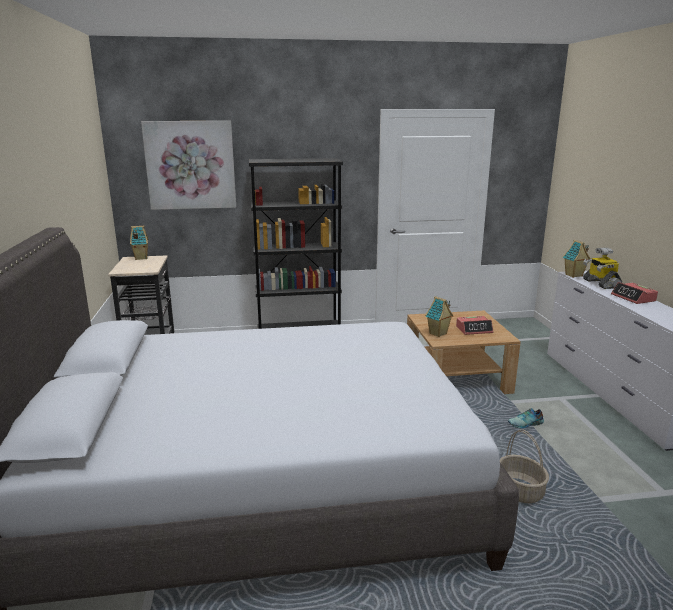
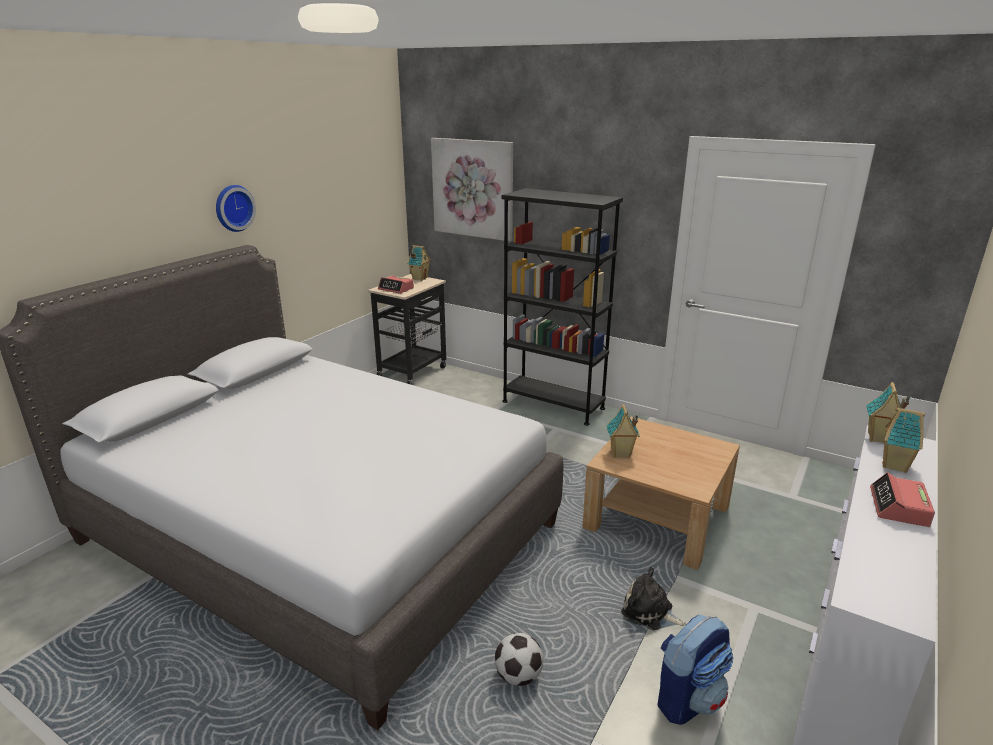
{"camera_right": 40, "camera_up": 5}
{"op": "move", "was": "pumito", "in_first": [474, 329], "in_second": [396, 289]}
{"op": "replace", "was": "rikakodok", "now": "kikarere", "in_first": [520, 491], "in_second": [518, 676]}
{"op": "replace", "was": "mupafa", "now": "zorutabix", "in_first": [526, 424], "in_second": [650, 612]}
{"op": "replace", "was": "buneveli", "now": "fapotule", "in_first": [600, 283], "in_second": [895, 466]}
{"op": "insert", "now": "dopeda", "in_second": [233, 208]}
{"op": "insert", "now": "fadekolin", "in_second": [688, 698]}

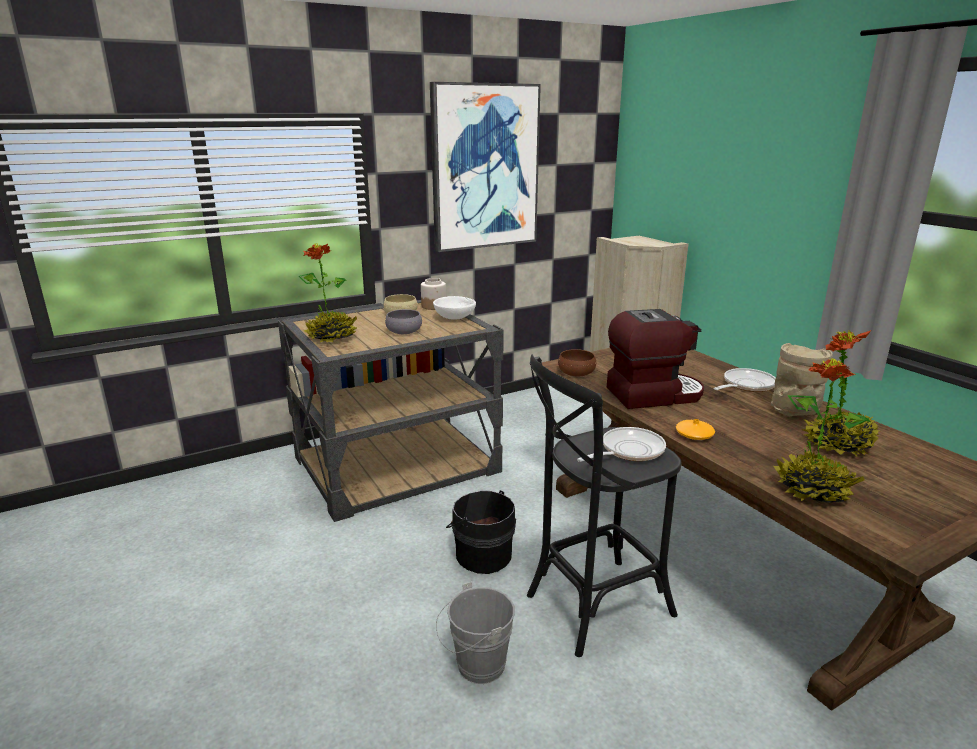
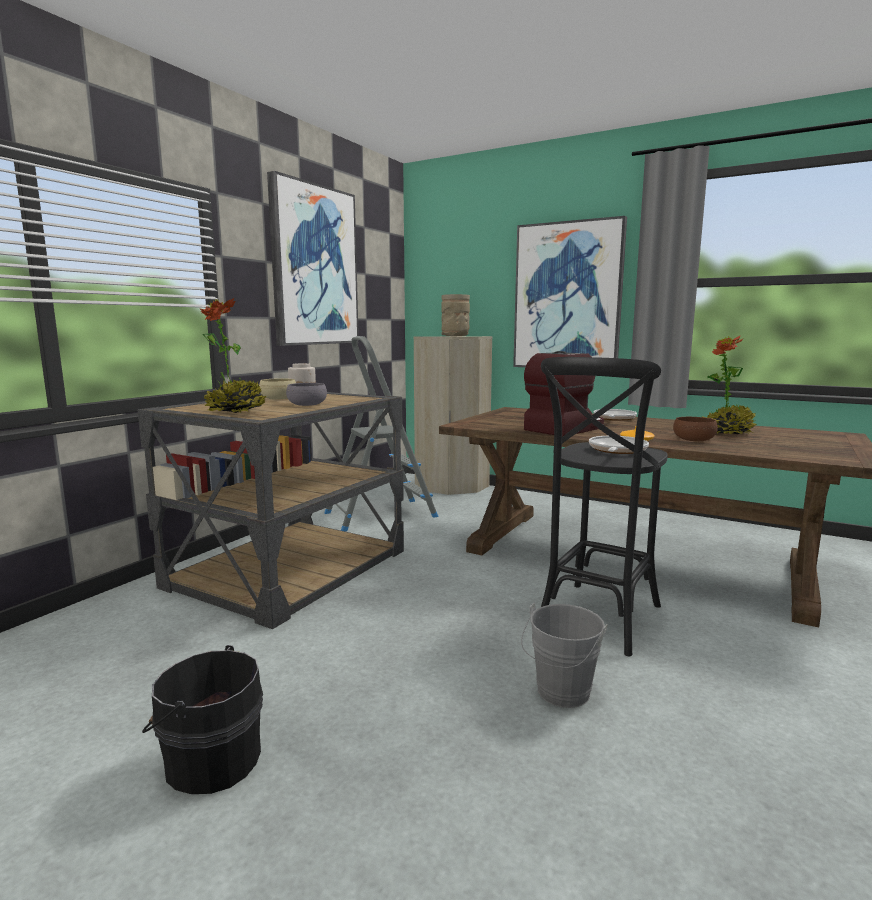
{"camera_right": -30, "camera_up": -10}
{"op": "delete", "was": "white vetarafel", "in_first": [455, 317]}
{"op": "move", "was": "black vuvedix", "in_first": [482, 554], "in_second": [210, 759]}
{"op": "move", "was": "brown vetarafel", "in_first": [576, 372], "in_second": [693, 439]}
{"op": "move", "was": "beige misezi", "in_first": [794, 411], "in_second": [455, 336]}
{"op": "delete", "was": "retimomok", "in_first": [813, 490]}
{"op": "insert", "now": "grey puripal", "in_second": [382, 514]}
{"op": "insert", "now": "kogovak", "in_second": [568, 296]}

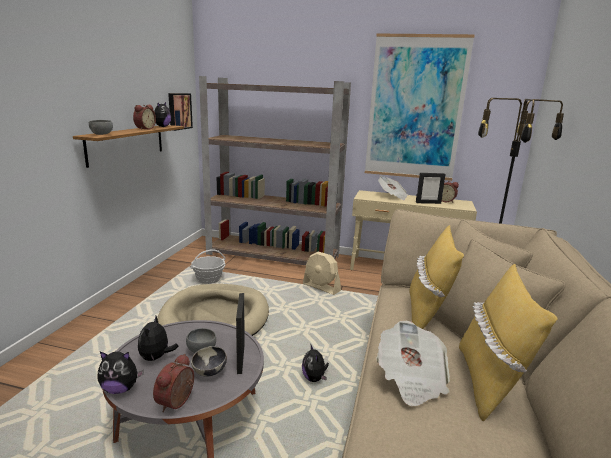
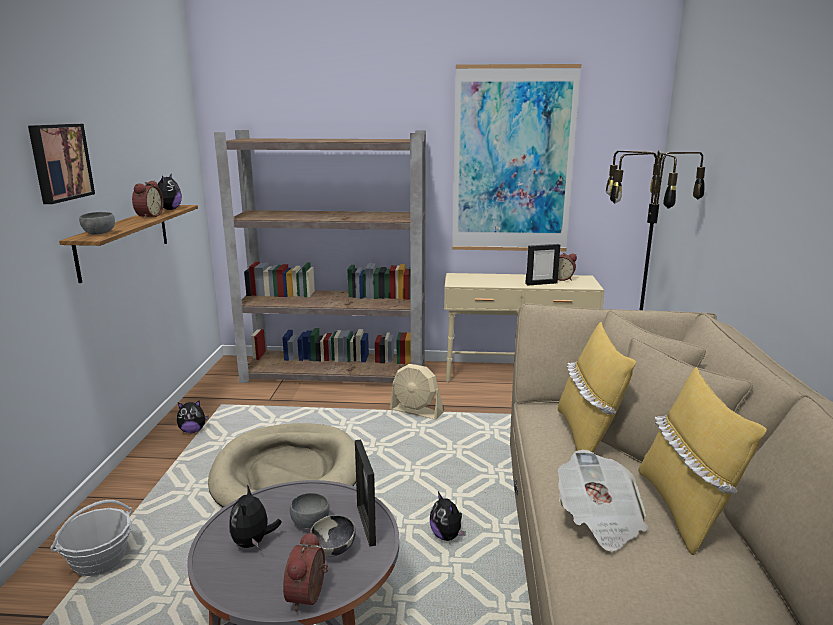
{"camera_right": -10, "camera_up": 0}
{"op": "move", "was": "zorutabix", "in_first": [120, 389], "in_second": [193, 430]}
{"op": "move", "was": "kogovak", "in_first": [179, 111], "in_second": [59, 162]}
{"op": "move", "was": "rikakodok", "in_first": [209, 279], "in_second": [99, 561]}
{"op": "delete", "was": "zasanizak", "in_first": [392, 196]}

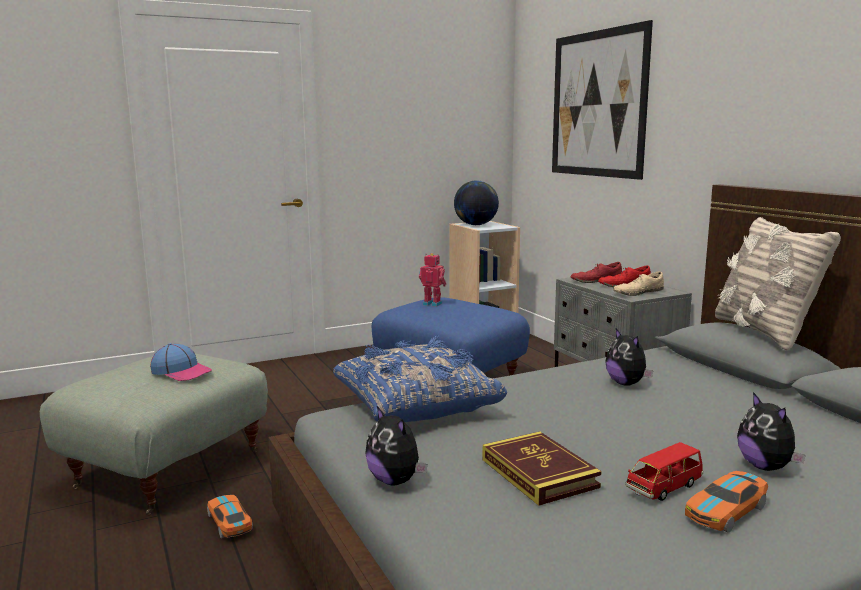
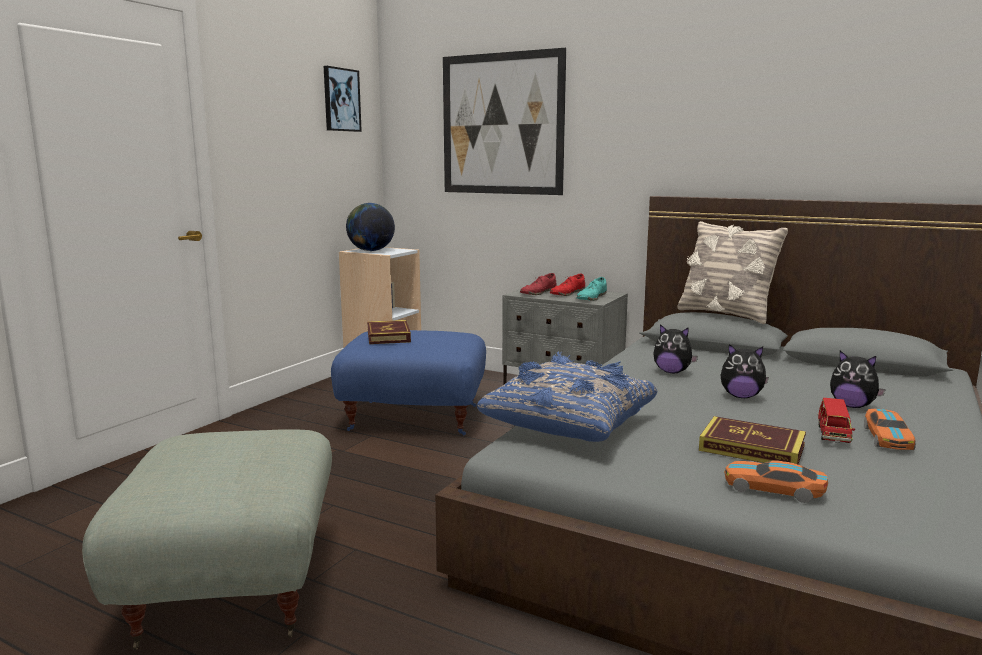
{"camera_right": -35, "camera_up": 0}
{"op": "delete", "was": "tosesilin", "in_first": [181, 372]}
{"op": "move", "was": "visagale", "in_first": [230, 522], "in_second": [773, 489]}
{"op": "move", "was": "zorutabix", "in_first": [395, 481], "in_second": [741, 396]}
{"op": "replace", "was": "buneveli", "now": "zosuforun", "in_first": [432, 304], "in_second": [388, 336]}
{"op": "recolor", "was": "beige mupafa", "now": "turquoise mupafa", "in_first": [638, 292], "in_second": [591, 297]}
{"op": "insert", "now": "kogovak", "in_second": [341, 100]}

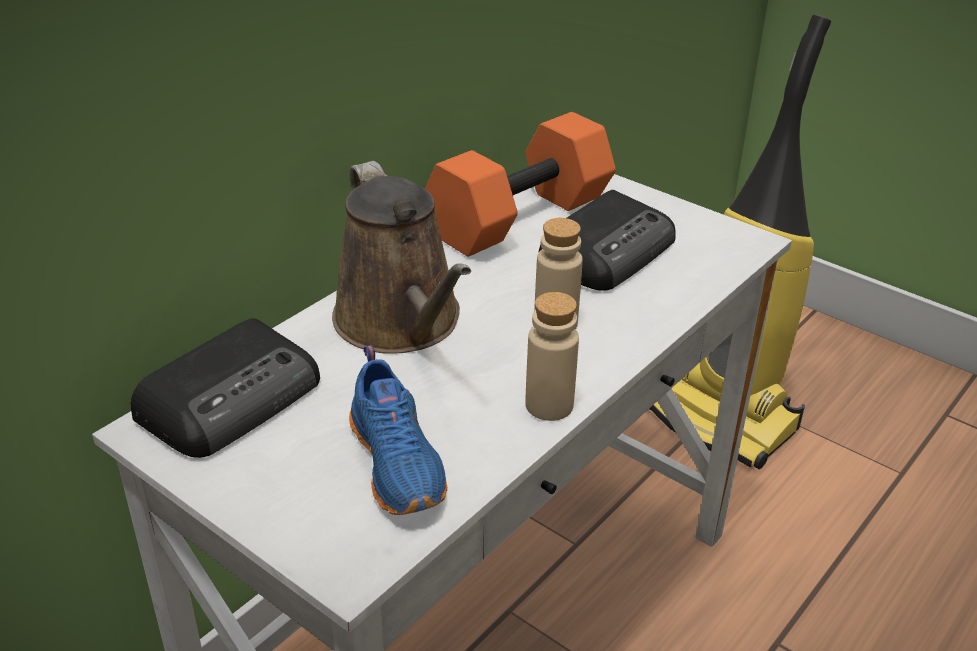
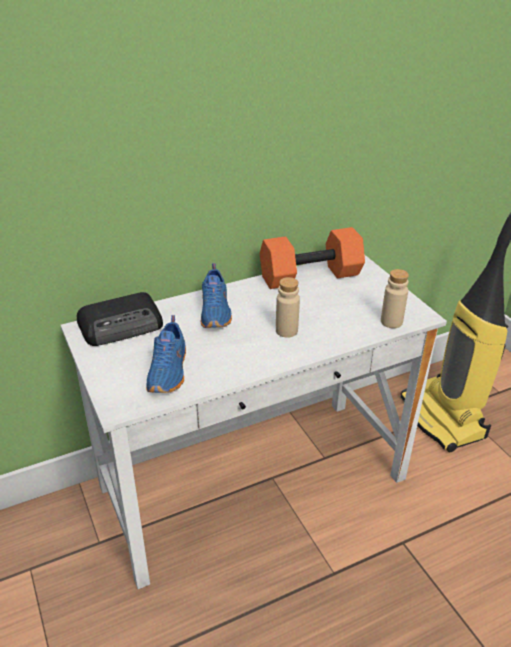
{"camera_right": 25, "camera_up": 0}
{"op": "replace", "was": "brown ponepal", "now": "blue mupafa", "in_first": [402, 323], "in_second": [216, 312]}
{"op": "move", "was": "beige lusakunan", "in_first": [549, 405], "in_second": [391, 322]}
{"op": "delete", "was": "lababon", "in_first": [608, 251]}

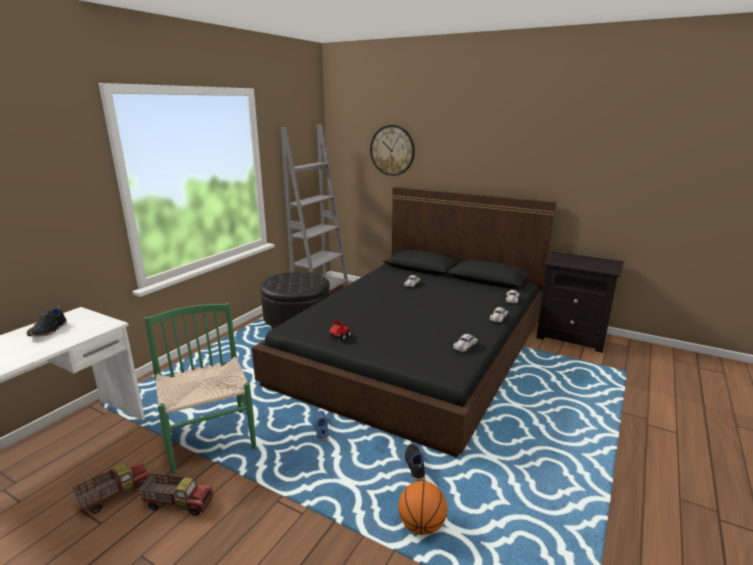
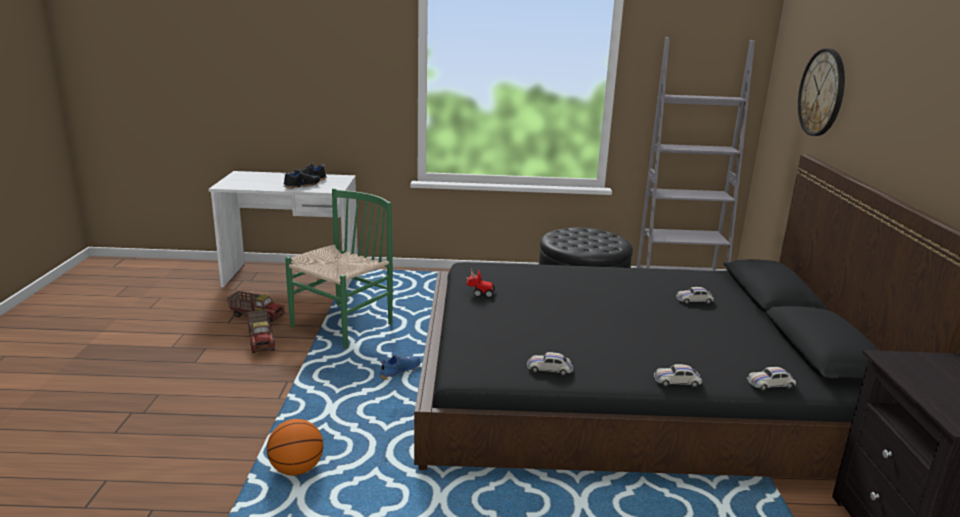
{"camera_right": 60, "camera_up": 0}
{"op": "move", "was": "black mupafa", "in_first": [414, 466], "in_second": [301, 186]}

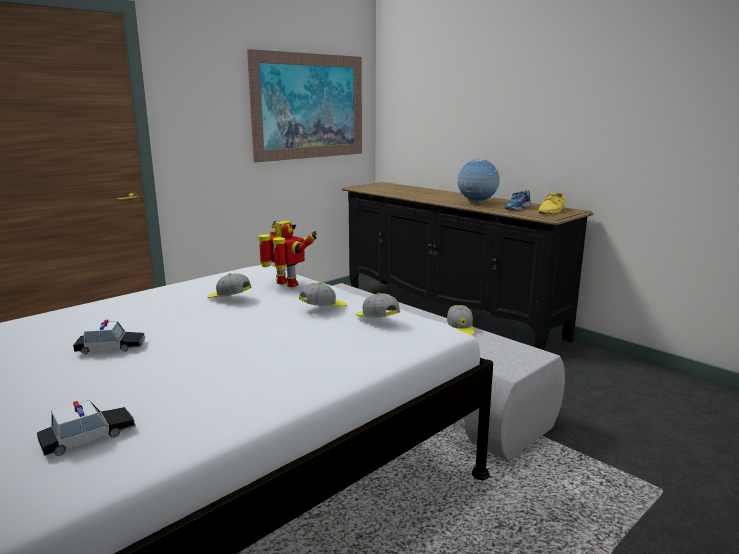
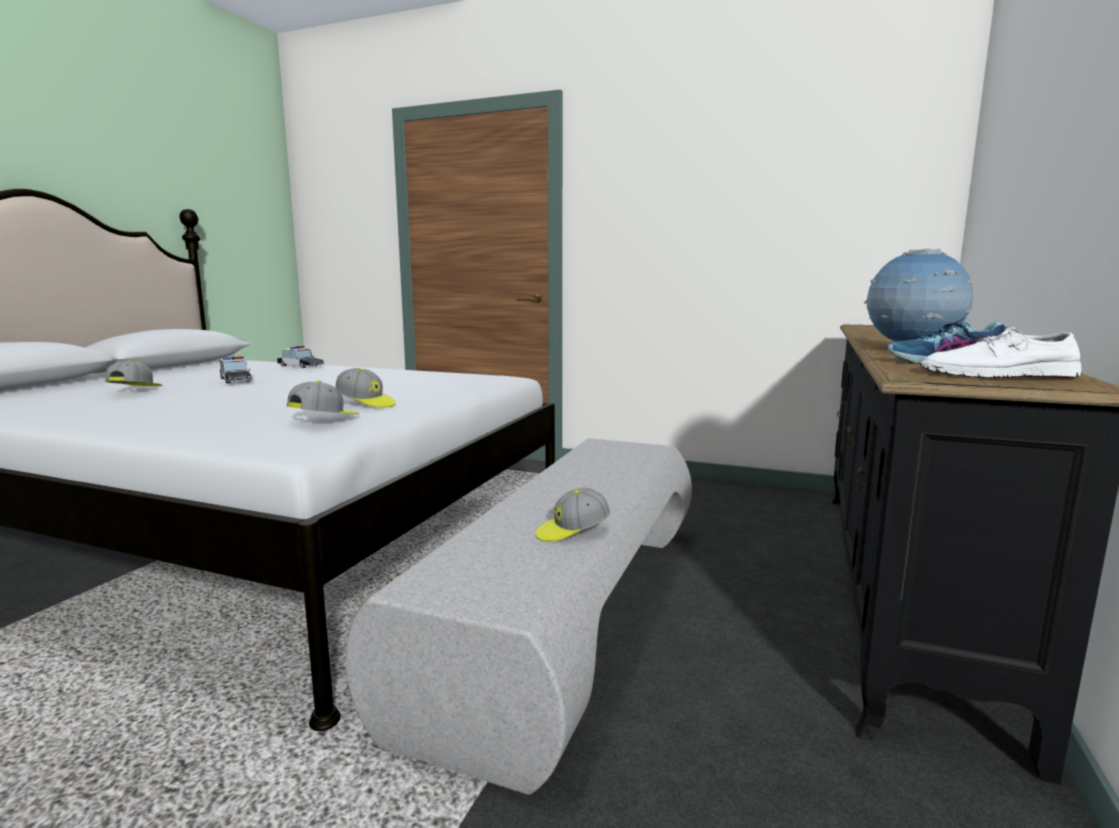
{"camera_right": 65, "camera_up": -5}
{"op": "move", "was": "visagale", "in_first": [89, 437], "in_second": [300, 366]}
{"op": "move", "was": "tosesilin", "in_first": [229, 298], "in_second": [136, 390]}
{"op": "delete", "was": "kogovak", "in_first": [309, 106]}
{"op": "delete", "was": "buneveli", "in_first": [286, 284]}
{"op": "recolor", "was": "yellow mupafa", "now": "white mupafa", "in_first": [552, 211], "in_second": [998, 375]}

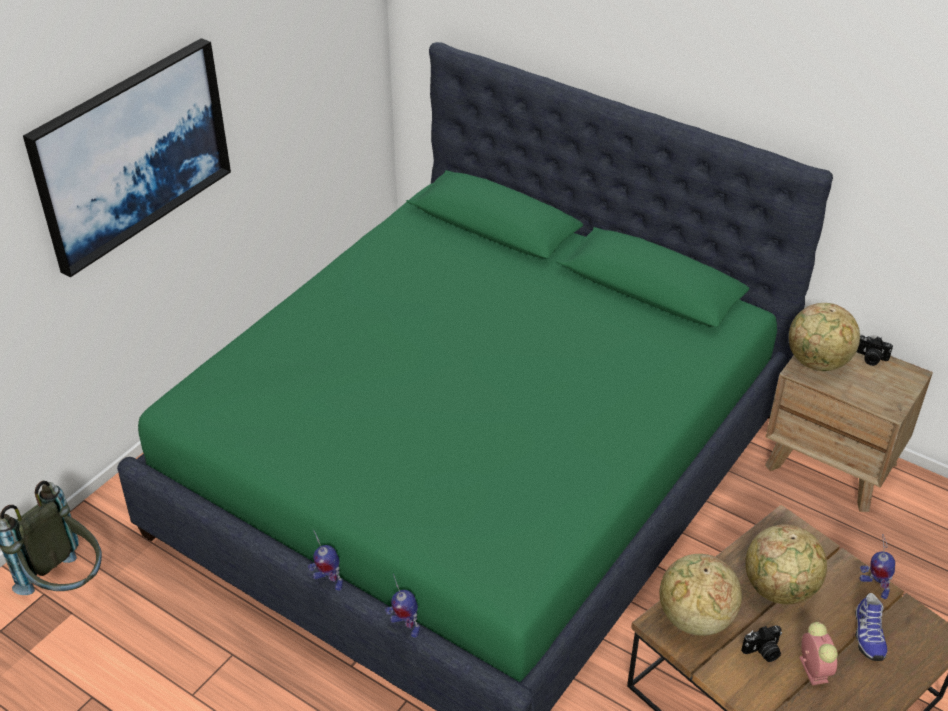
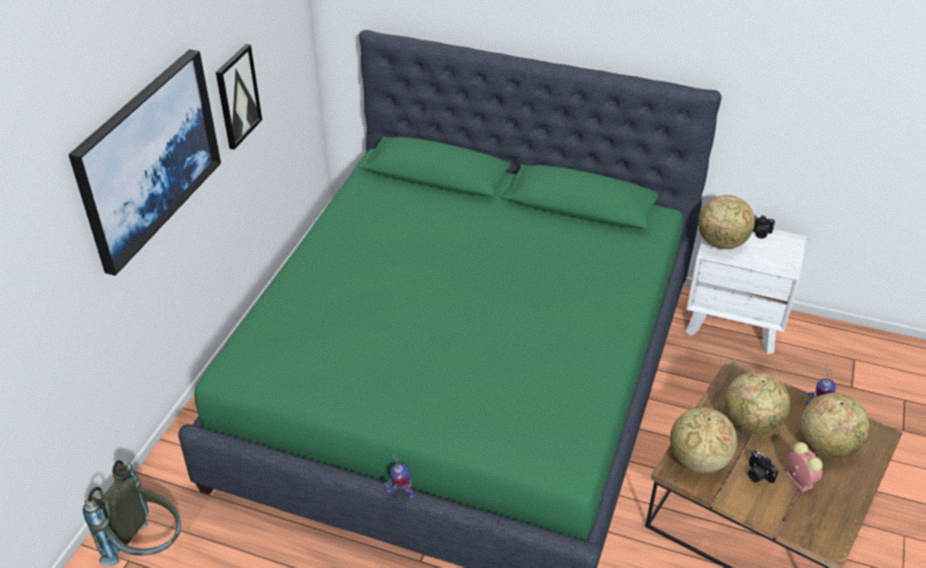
{"camera_right": -15, "camera_up": 0}
{"op": "delete", "was": "buneveli", "in_first": [404, 626]}
{"op": "rotate", "was": "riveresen", "in_first": [763, 651], "in_second": [757, 474], "clockwise": 90}
{"op": "recolor", "was": "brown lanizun", "now": "white lanizun", "in_first": [831, 465], "in_second": [734, 322]}
{"op": "replace", "was": "mupafa", "now": "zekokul", "in_first": [867, 635], "in_second": [827, 445]}
{"op": "insert", "now": "kogovak", "in_second": [237, 96]}

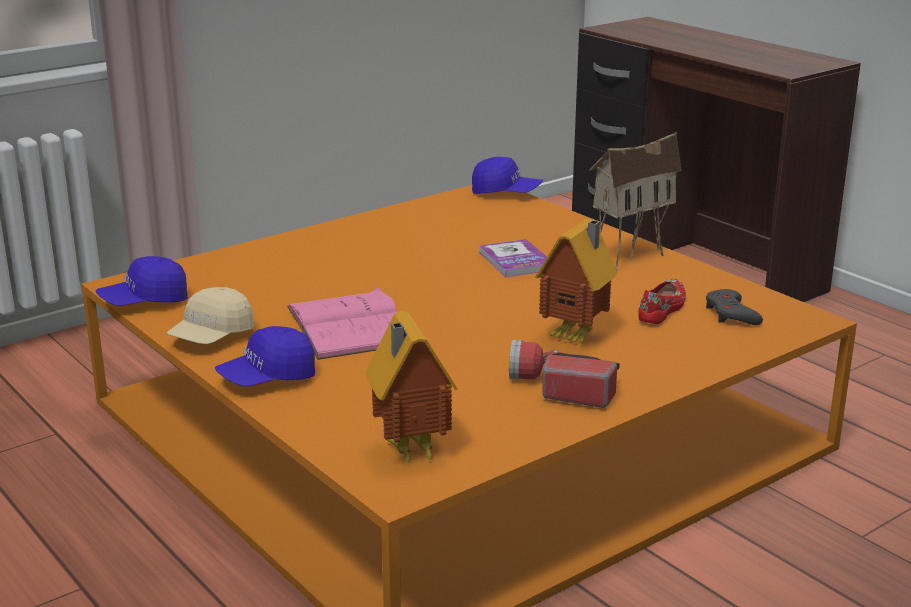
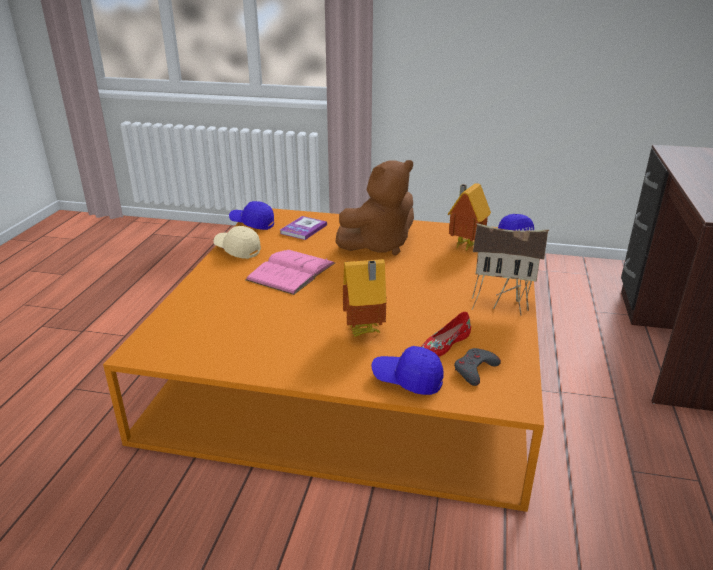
{"camera_right": 50, "camera_up": 5}
{"op": "rotate", "was": "beige tosesilin", "in_first": [212, 337], "in_second": [237, 250], "clockwise": 45}
{"op": "move", "was": "blue tosesilin", "in_first": [268, 378], "in_second": [407, 380]}
{"op": "move", "was": "fapotule", "in_first": [408, 451], "in_second": [464, 245]}
{"op": "move", "was": "zosuforun", "in_first": [515, 261], "in_second": [303, 229]}
{"op": "delete", "was": "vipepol", "in_first": [560, 388]}
{"op": "rotate", "was": "red mupafa", "in_first": [663, 309], "in_second": [444, 344], "clockwise": 150}
{"op": "insert", "now": "brown zorutabix", "in_second": [379, 245]}

